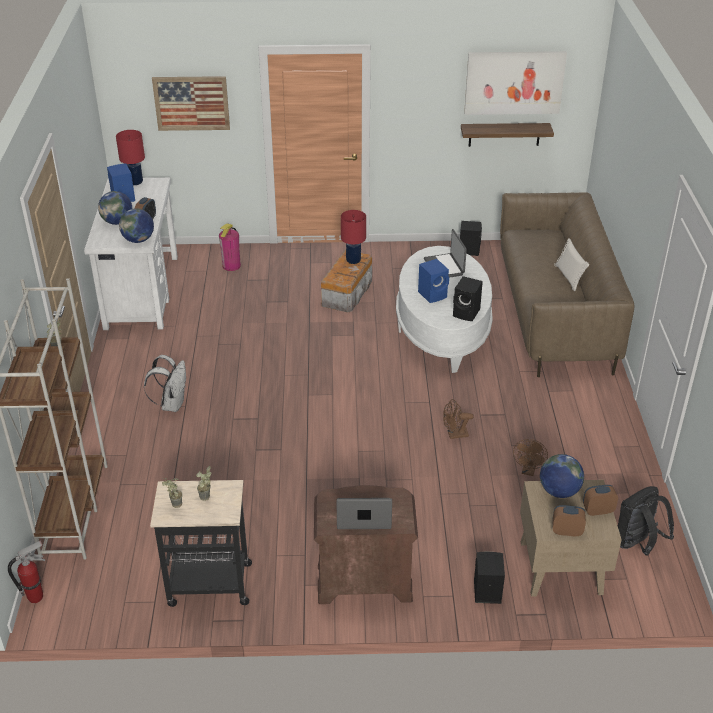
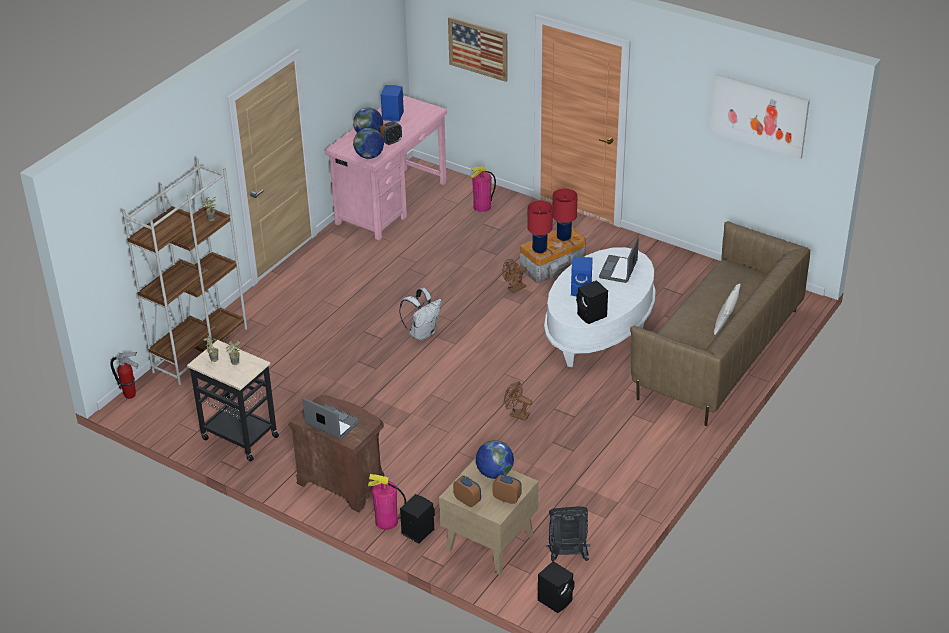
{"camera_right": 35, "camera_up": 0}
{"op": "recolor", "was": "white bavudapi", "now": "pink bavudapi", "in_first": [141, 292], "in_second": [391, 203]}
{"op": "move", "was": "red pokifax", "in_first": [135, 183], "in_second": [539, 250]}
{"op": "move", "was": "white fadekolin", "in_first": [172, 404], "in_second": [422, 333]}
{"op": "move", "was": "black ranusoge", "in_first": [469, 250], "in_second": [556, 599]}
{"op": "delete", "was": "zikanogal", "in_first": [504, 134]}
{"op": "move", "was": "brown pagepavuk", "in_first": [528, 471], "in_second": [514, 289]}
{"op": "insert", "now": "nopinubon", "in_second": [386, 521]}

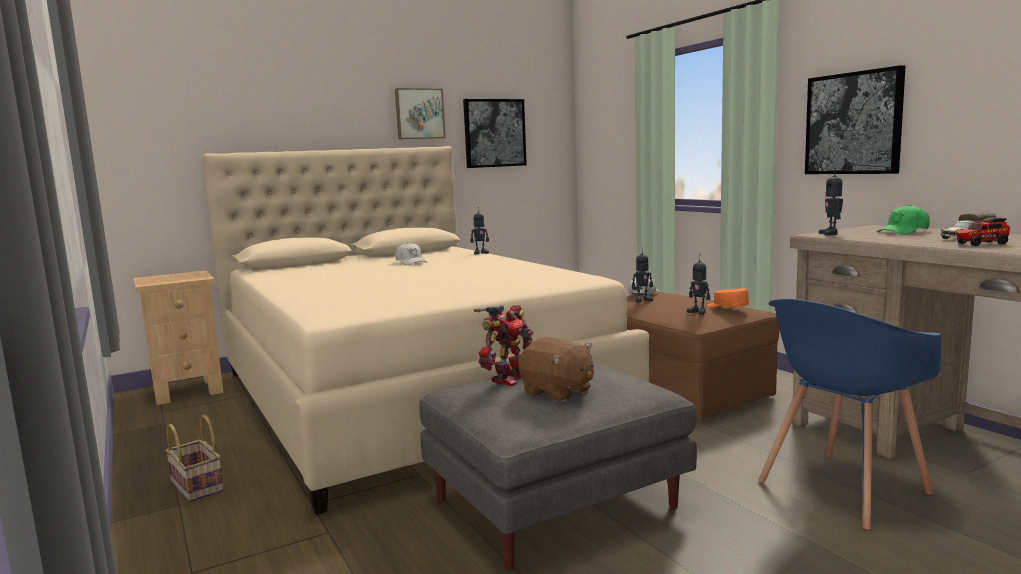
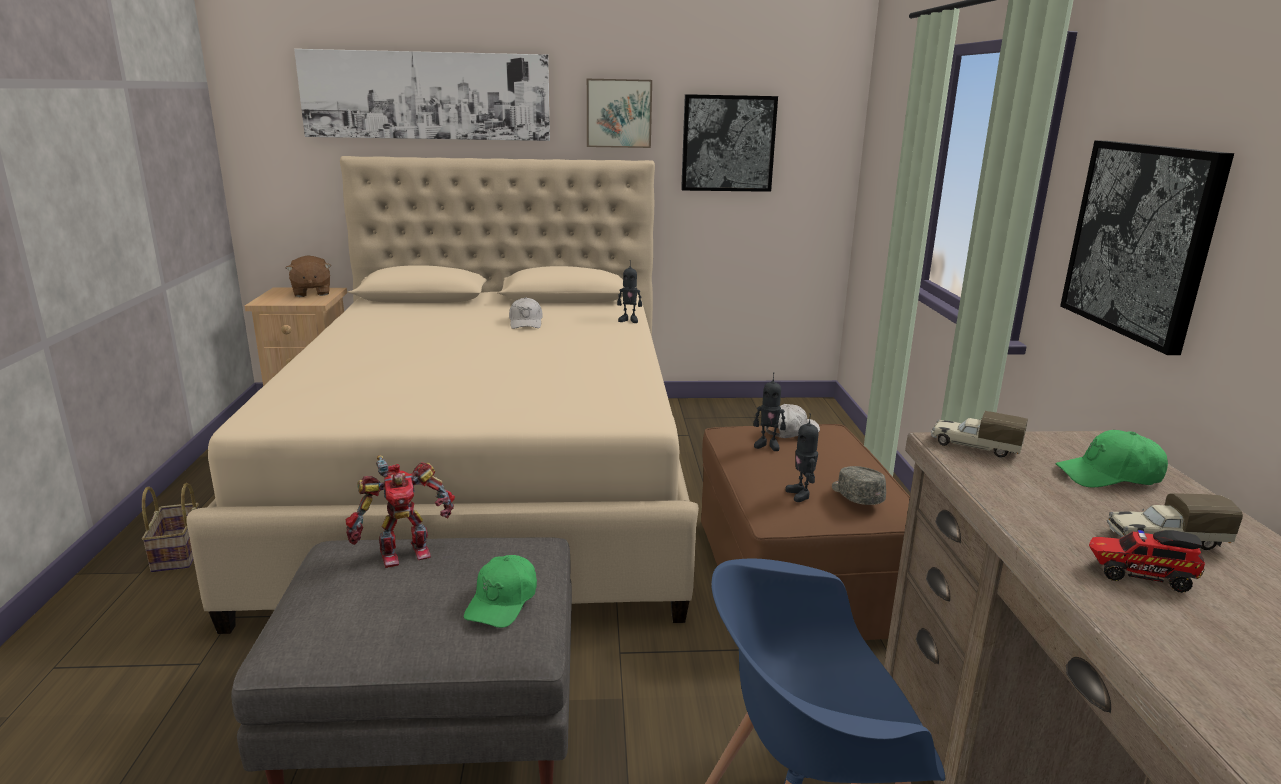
{"camera_right": 25, "camera_up": 10}
{"op": "move", "was": "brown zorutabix", "in_first": [557, 392], "in_second": [311, 293]}
{"op": "recolor", "was": "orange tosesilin", "now": "grey tosesilin", "in_first": [727, 307], "in_second": [856, 495]}
{"op": "replace", "was": "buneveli", "now": "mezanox", "in_first": [831, 234], "in_second": [974, 447]}
{"op": "insert", "now": "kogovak", "in_second": [426, 96]}
{"op": "insert", "now": "green tosesilin", "in_second": [502, 601]}

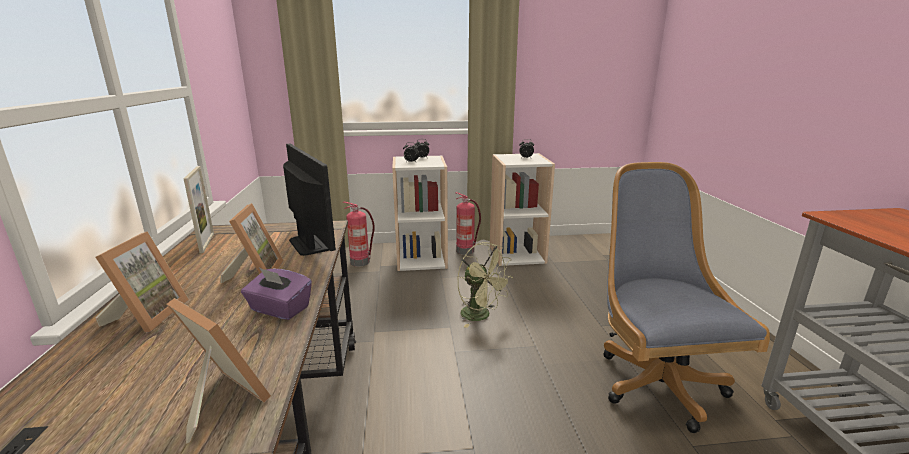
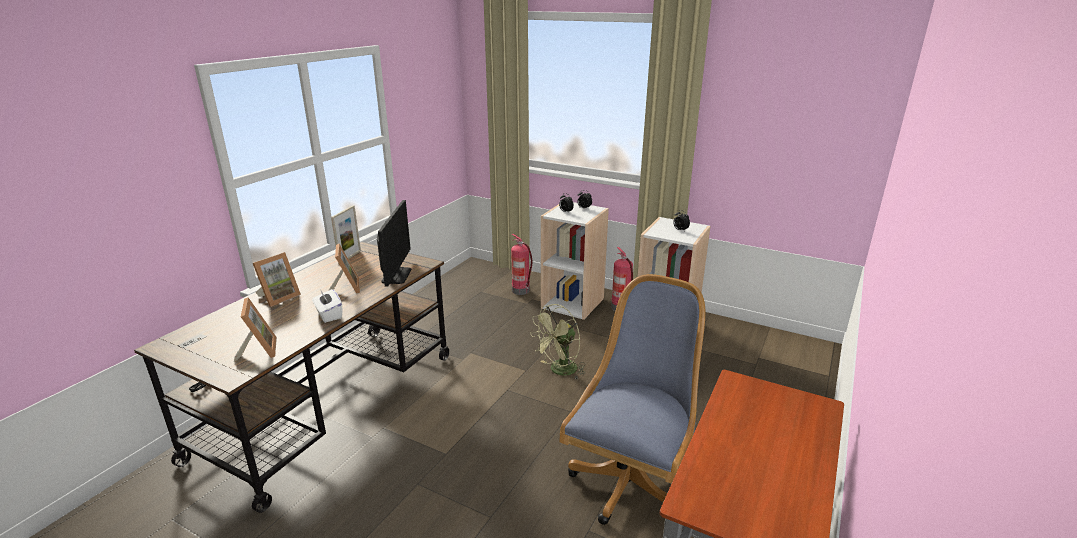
{"camera_right": 35, "camera_up": 5}
{"op": "rotate", "was": "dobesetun", "in_first": [256, 273], "in_second": [346, 288], "clockwise": -45}
{"op": "recolor", "was": "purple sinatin", "now": "white sinatin", "in_first": [279, 309], "in_second": [329, 315]}
{"op": "rotate", "was": "green pagepavuk", "in_first": [481, 316], "in_second": [559, 371], "clockwise": 60}

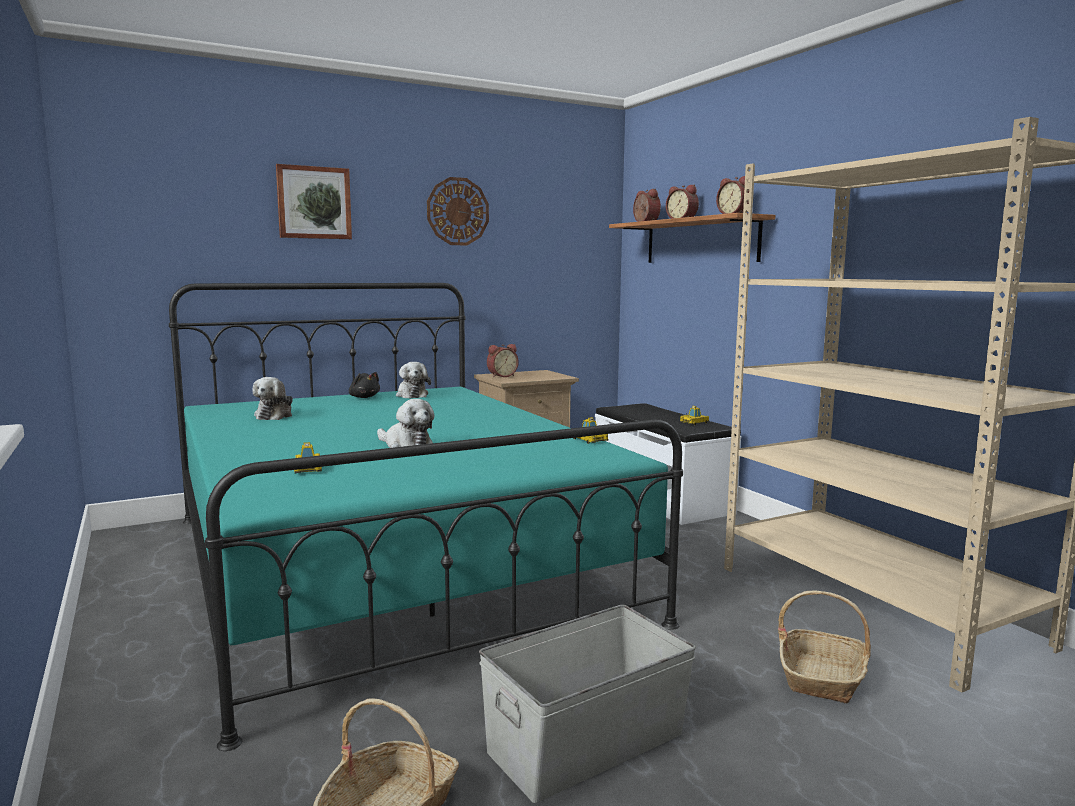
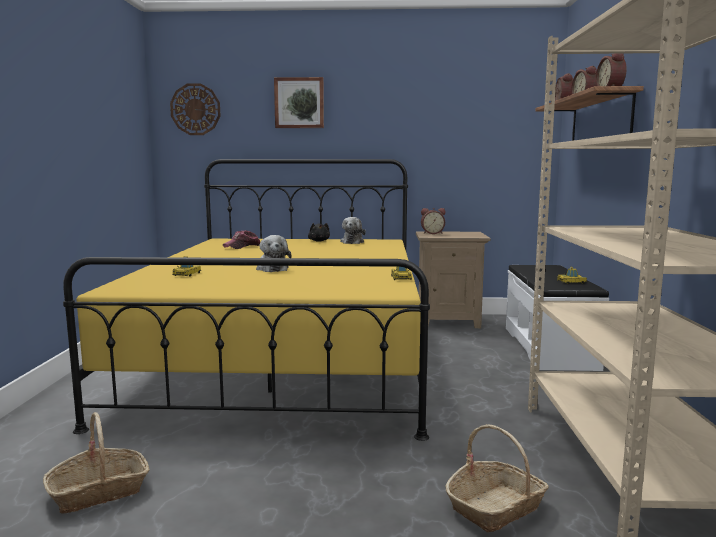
{"camera_right": 30, "camera_up": 0}
{"op": "recolor", "was": "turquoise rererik", "now": "yellow rererik", "in_first": [390, 565], "in_second": [286, 357]}
{"op": "replace", "was": "zorutabix", "now": "tosesilin", "in_first": [275, 415], "in_second": [242, 246]}
{"op": "move", "was": "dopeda", "in_first": [457, 211], "in_second": [195, 109]}
{"op": "delete", "was": "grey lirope", "in_first": [584, 742]}

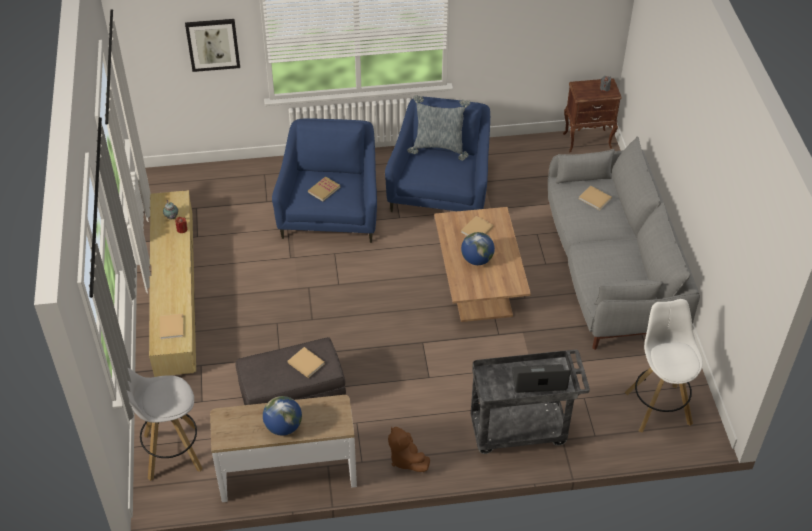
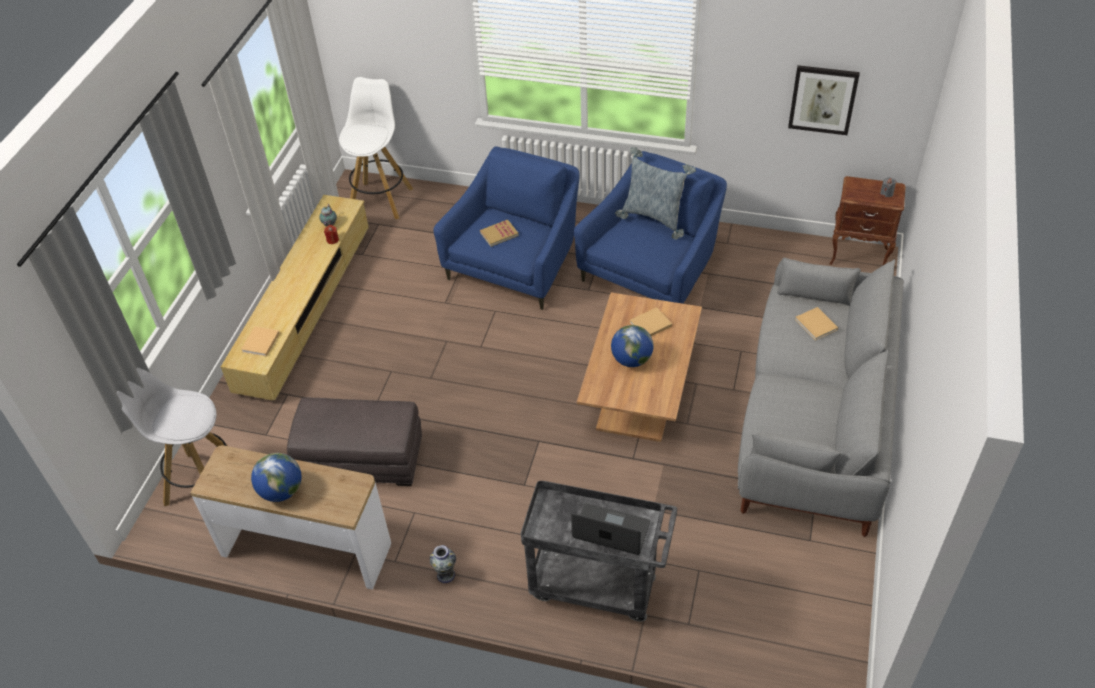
{"camera_right": 25, "camera_up": 0}
{"op": "move", "was": "kogovak", "in_first": [213, 44], "in_second": [823, 99]}
{"op": "delete", "was": "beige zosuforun", "in_first": [305, 362]}
{"op": "replace", "was": "brown zorutabix", "now": "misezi", "in_first": [406, 459], "in_second": [446, 575]}
{"op": "move", "was": "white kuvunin", "in_first": [657, 407], "in_second": [381, 199]}

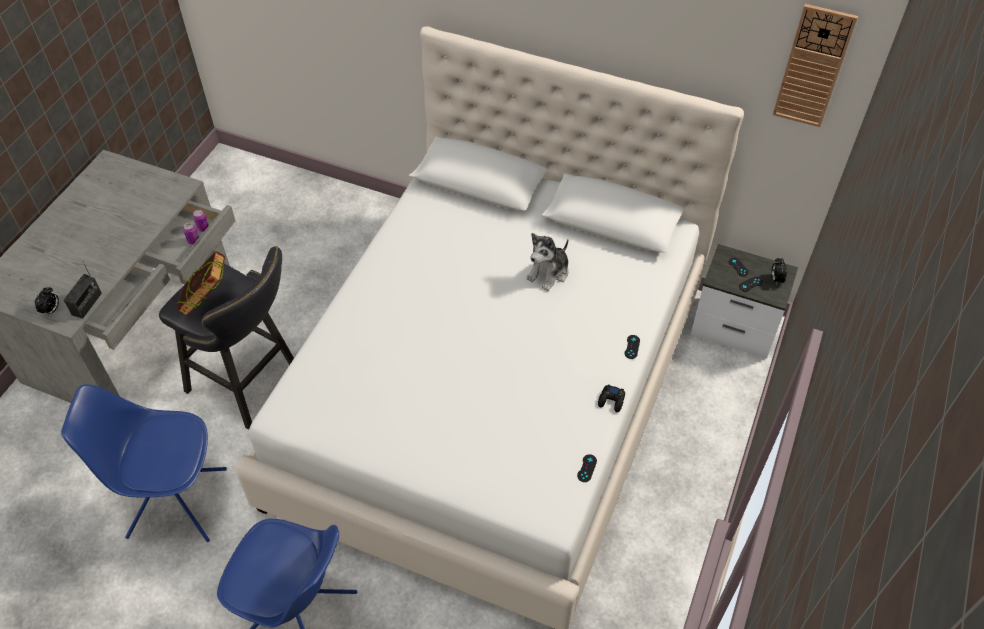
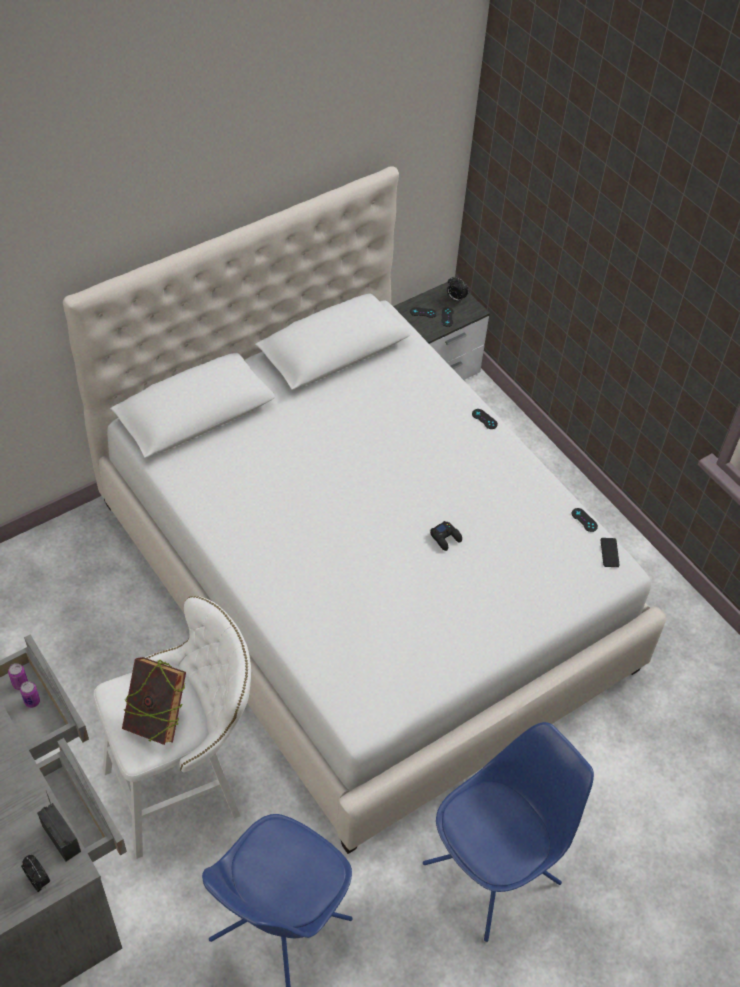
{"camera_right": -60, "camera_up": 0}
{"op": "recolor", "was": "black kuvunin", "now": "white kuvunin", "in_first": [253, 387], "in_second": [187, 786]}
{"op": "delete", "was": "zorutabix", "in_first": [549, 273]}
{"op": "move", "was": "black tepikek", "in_first": [611, 400], "in_second": [446, 538]}
{"op": "delete", "was": "dopeda", "in_first": [813, 67]}
{"op": "insert", "now": "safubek", "in_second": [609, 553]}

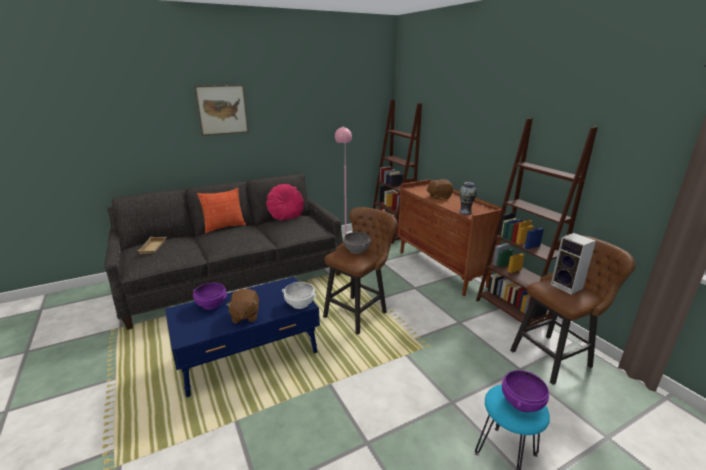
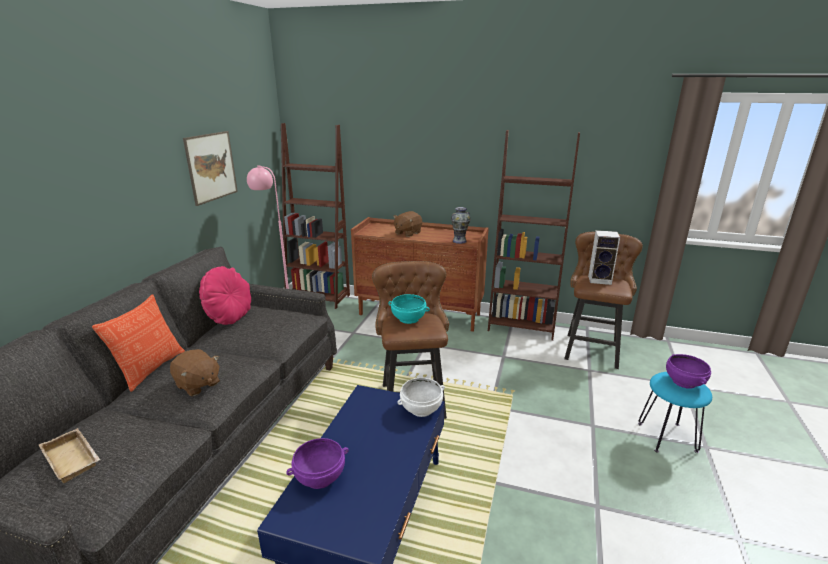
{"camera_right": -45, "camera_up": 0}
{"op": "move", "was": "kogovak", "in_first": [222, 110], "in_second": [211, 167]}
{"op": "move", "was": "brown zorutabix", "in_first": [245, 316], "in_second": [197, 385]}
{"op": "recolor", "was": "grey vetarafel", "now": "turquoise vetarafel", "in_first": [357, 250], "in_second": [409, 319]}

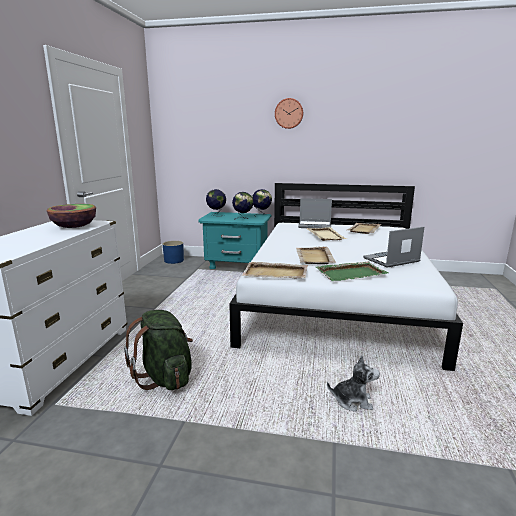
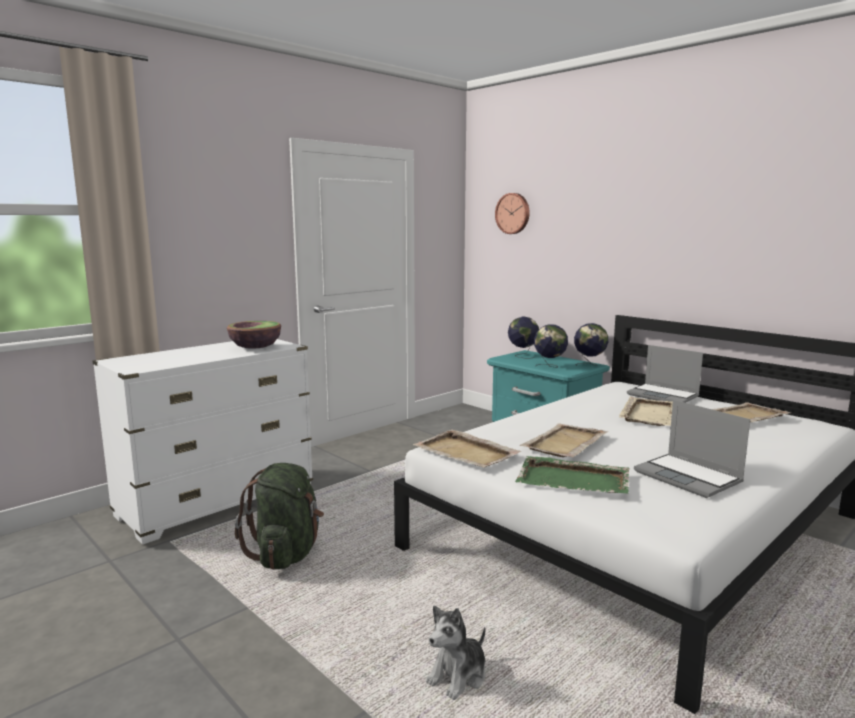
{"camera_right": 35, "camera_up": -5}
{"op": "delete", "was": "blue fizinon", "in_first": [174, 260]}
{"op": "move", "was": "dopeda", "in_first": [289, 113], "in_second": [513, 213]}
{"op": "rotate", "was": "zorutabix", "in_first": [352, 401], "in_second": [458, 676], "clockwise": 90}
{"op": "rotate", "was": "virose", "in_first": [391, 260], "in_second": [689, 477], "clockwise": -135}

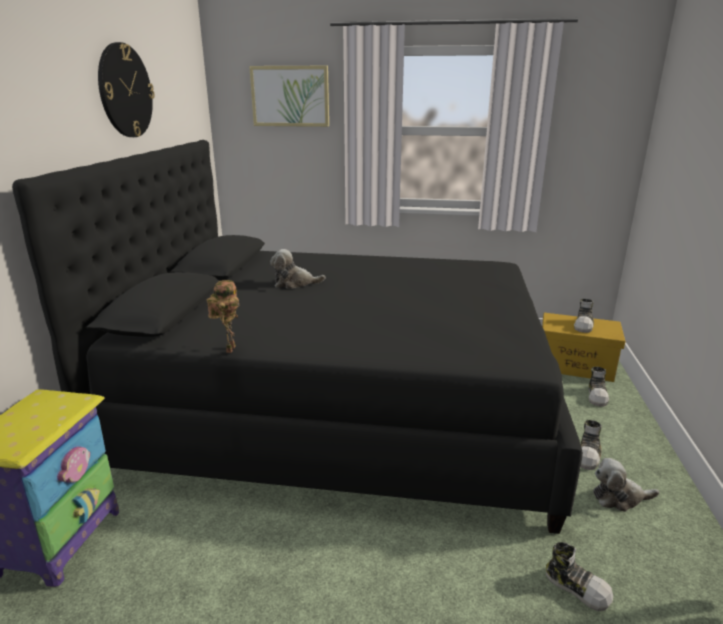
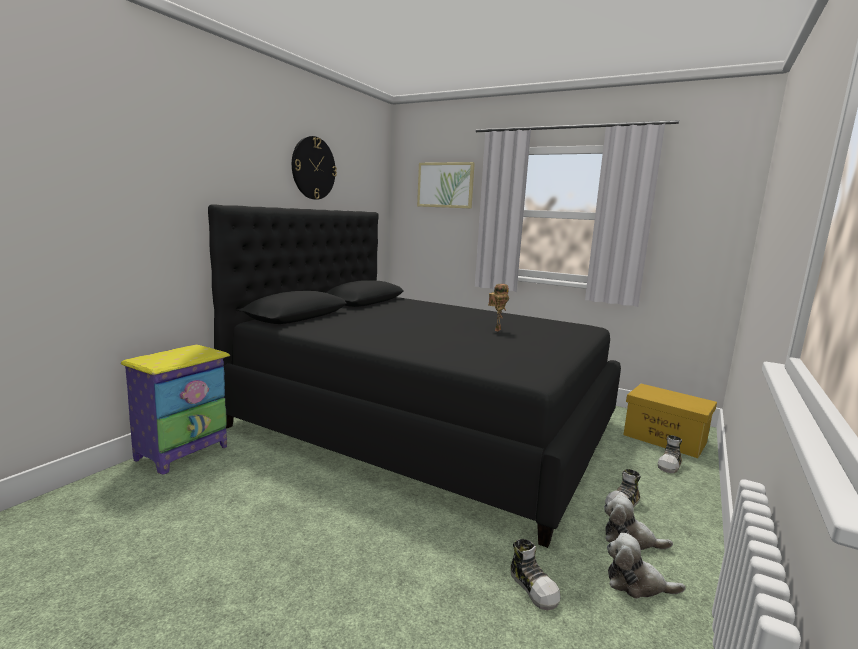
{"camera_right": 20, "camera_up": -10}
{"op": "move", "was": "buneveli", "in_first": [229, 348], "in_second": [496, 329]}
{"op": "move", "was": "zorutabix", "in_first": [294, 283], "in_second": [636, 583]}
{"op": "delete", "was": "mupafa", "in_first": [584, 325]}

